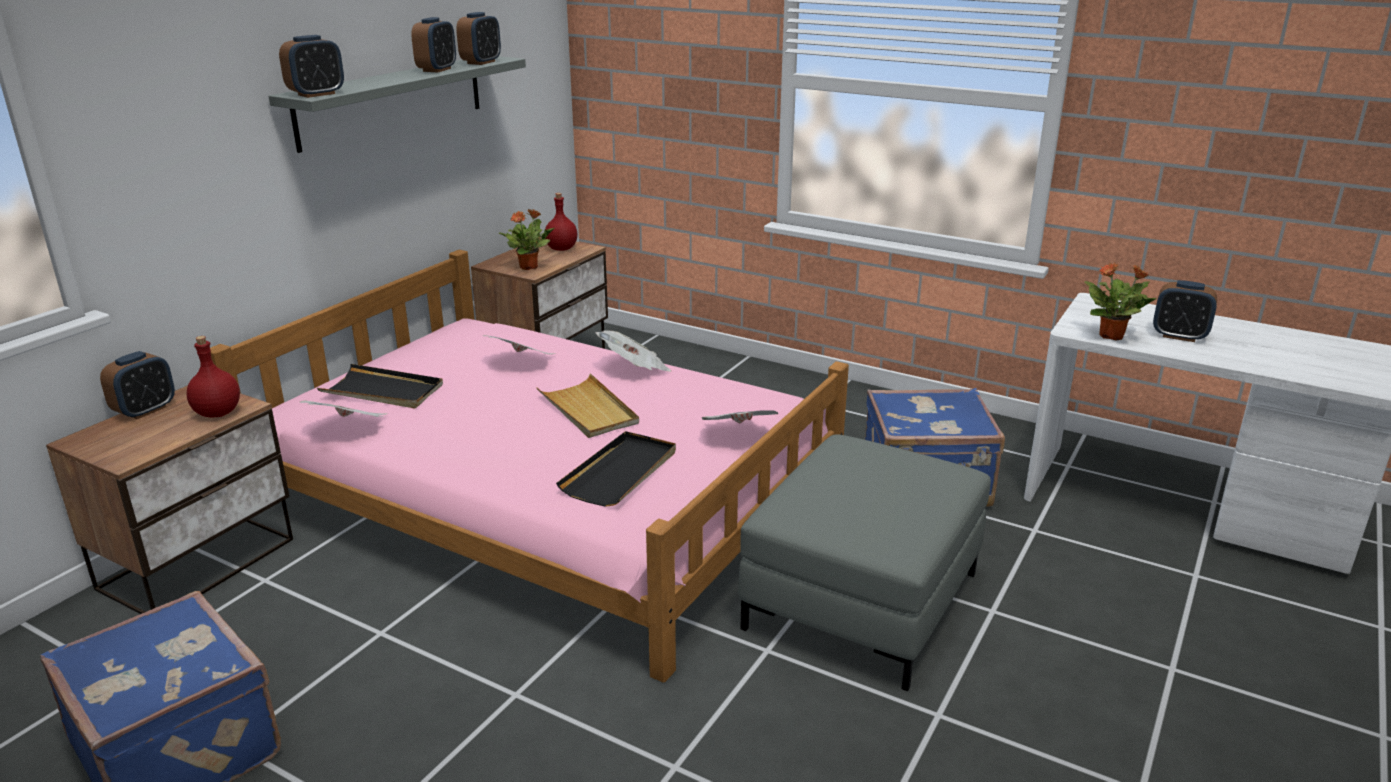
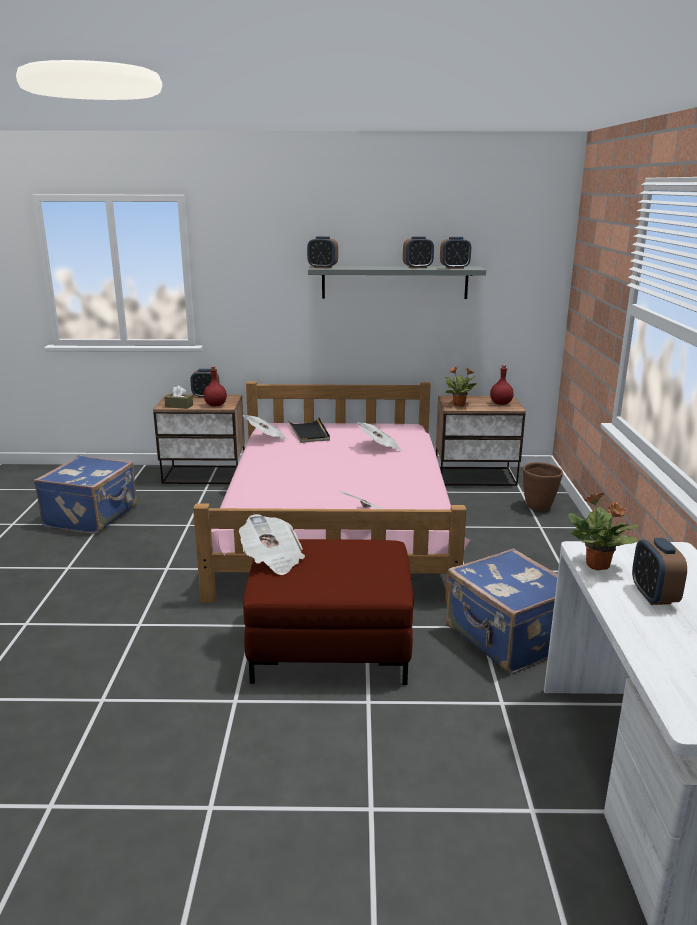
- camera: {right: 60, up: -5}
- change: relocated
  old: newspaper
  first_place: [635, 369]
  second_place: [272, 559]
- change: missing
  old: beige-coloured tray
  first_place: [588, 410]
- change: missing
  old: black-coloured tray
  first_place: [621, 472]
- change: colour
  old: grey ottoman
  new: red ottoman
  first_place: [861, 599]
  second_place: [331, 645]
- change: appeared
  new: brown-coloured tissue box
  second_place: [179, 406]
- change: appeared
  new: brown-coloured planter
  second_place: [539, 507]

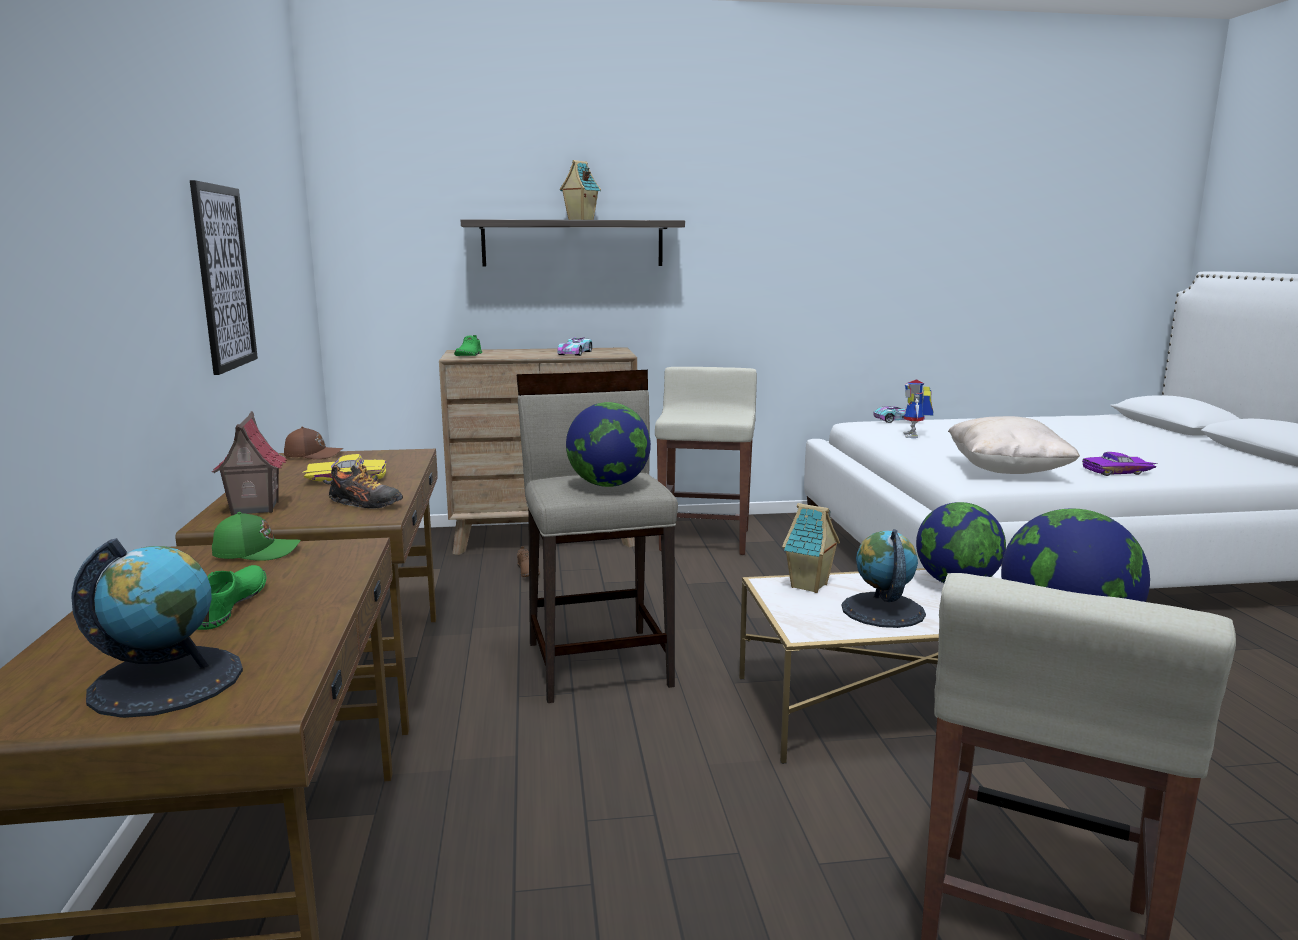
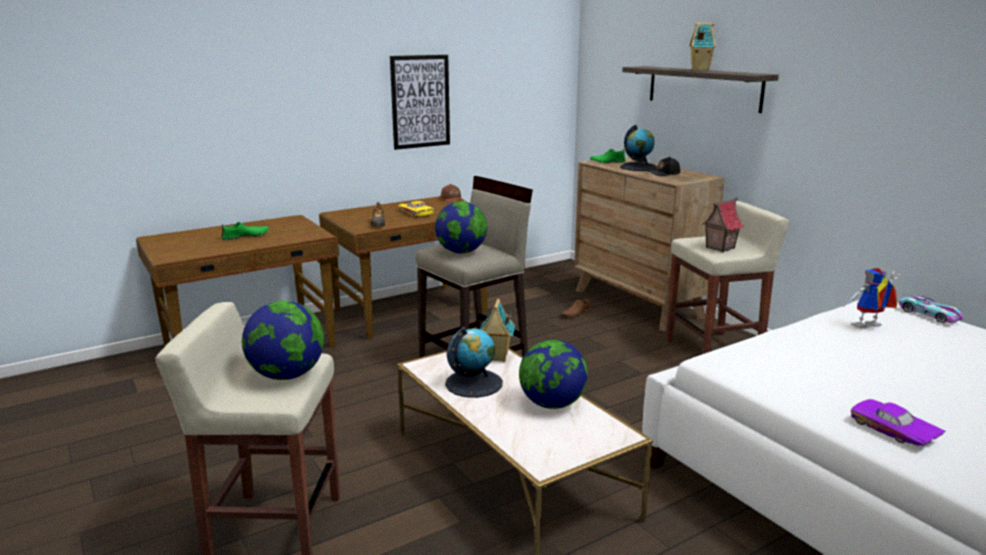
- camera: {right: 65, up: 5}
- change: exchanged
  old: model car
  new: black-coloured peaked cap
  first_place: [575, 353]
  second_place: [664, 174]
- change: relocated
  old: toy house
  first_place: [254, 508]
  second_place: [719, 248]
- change: missing
  old: beige-coloured throw pillow
  first_place: [1007, 471]
- change: missing
  old: greenish peaked cap
  first_place: [256, 552]
- change: relocated
  old: globe
  first_place: [167, 681]
  second_place: [639, 167]

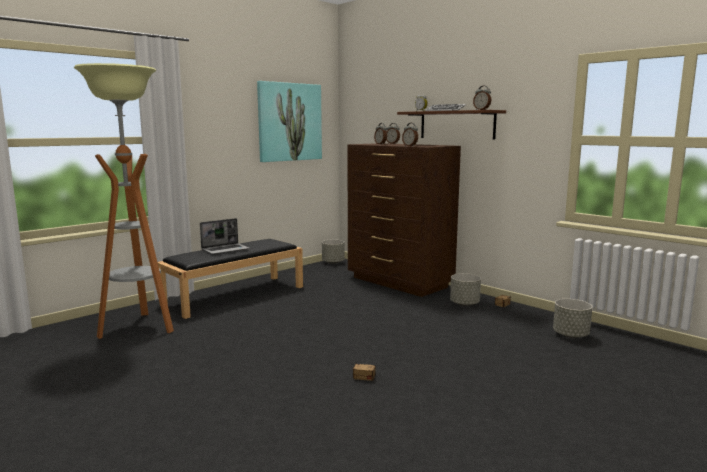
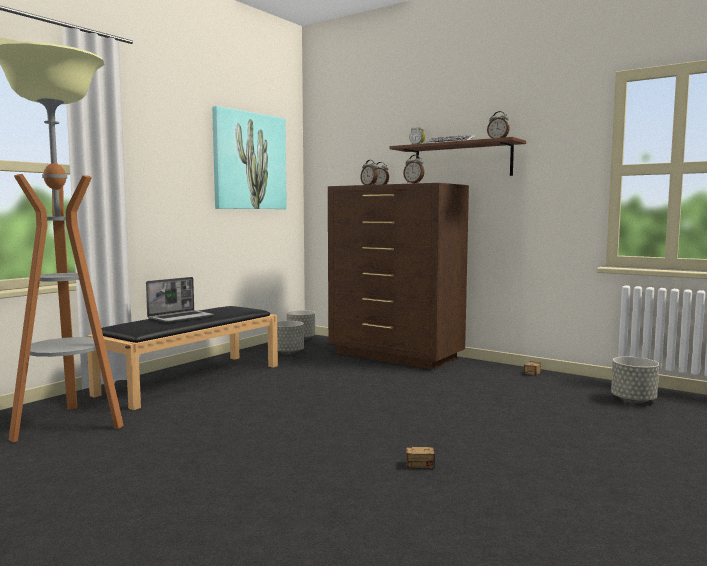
- camera: {right: -10, up: -5}
- change: relocated
  old: grey planter
  first_place: [464, 304]
  second_place: [288, 352]

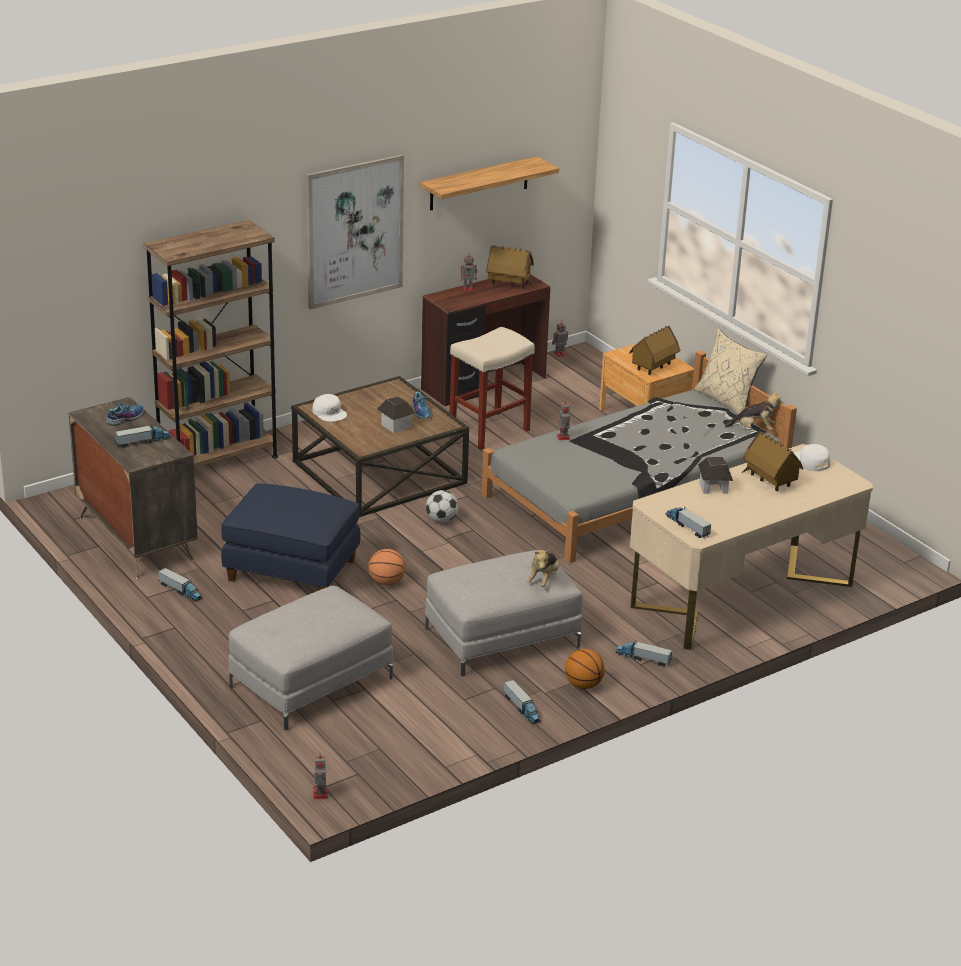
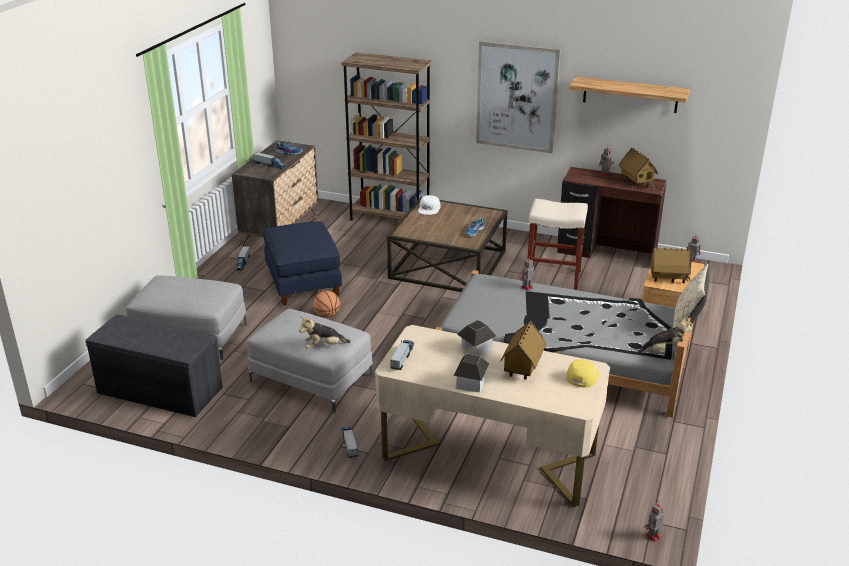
- camera: {right: 55, up: 0}
- change: spun
  old: plush toy
  first_place: [754, 429]
  second_place: [664, 353]
  degrees: -60
- change: relocated
  old: toy house
  first_place: [396, 425]
  second_place: [470, 383]
- change: colour
  old: whitish peaked cap
  new: yellowish peaked cap
  first_place: [810, 461]
  second_place: [582, 376]
- change: missing
  old: ball for football
  first_place: [441, 520]
- change: missing
  old: basketball
  first_place: [583, 685]
- change: missing
  old: toy lorry
  first_place: [522, 708]
- change: relocated
  old: robot figure
  first_place: [320, 795]
  second_place: [652, 536]
- change: appeared
  new: grey bench
  second_place: [158, 390]

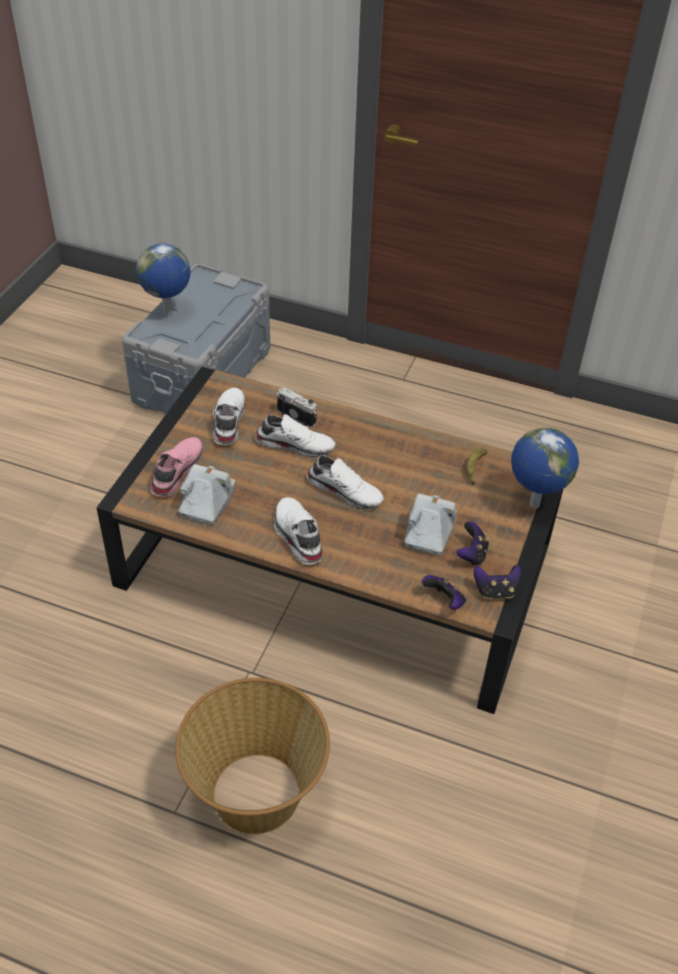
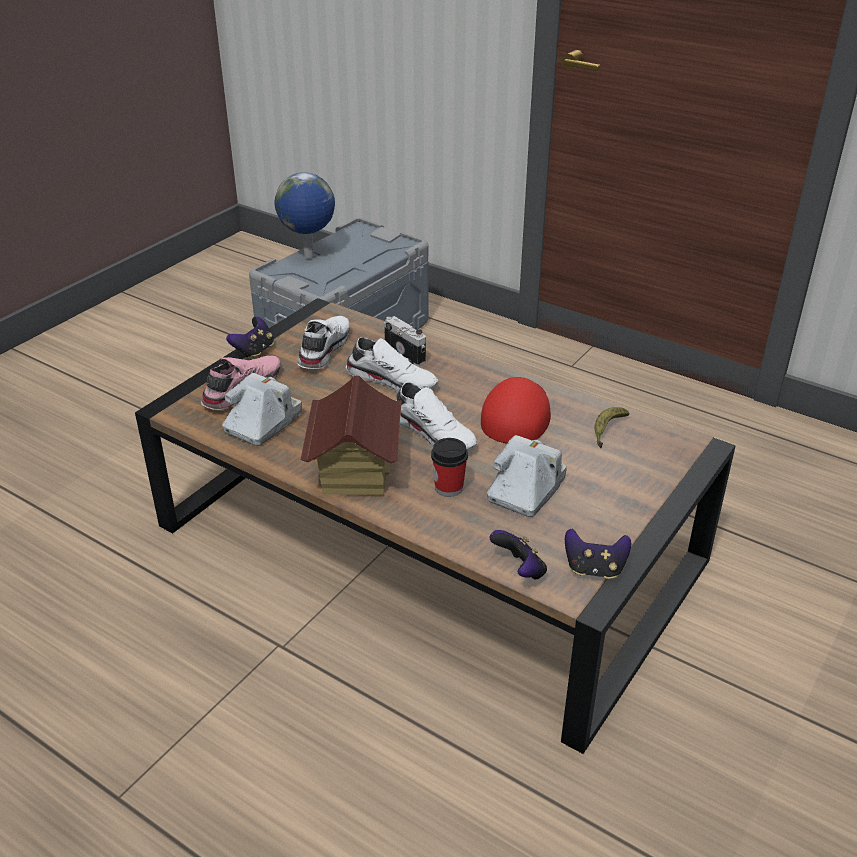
- camera: {right: 15, up: -10}
- change: missing
  old: globe
  first_place: [533, 505]
- change: exchanged
  old: whitish item of footwear
  new: toy house
  first_place: [296, 536]
  second_place: [354, 472]
- change: relocated
  old: joypad
  first_place: [472, 554]
  second_place: [254, 351]
- change: missing
  old: storage basket
  first_place: [256, 795]
- change: appeared
  new: red peaked cap
  second_place: [517, 414]
- change: appeared
  new: cup
  second_place: [449, 488]

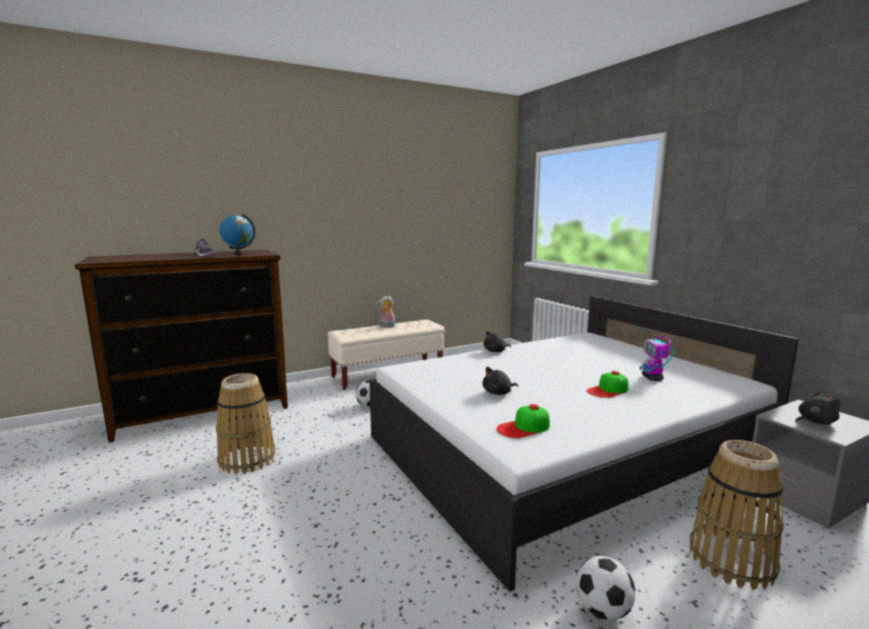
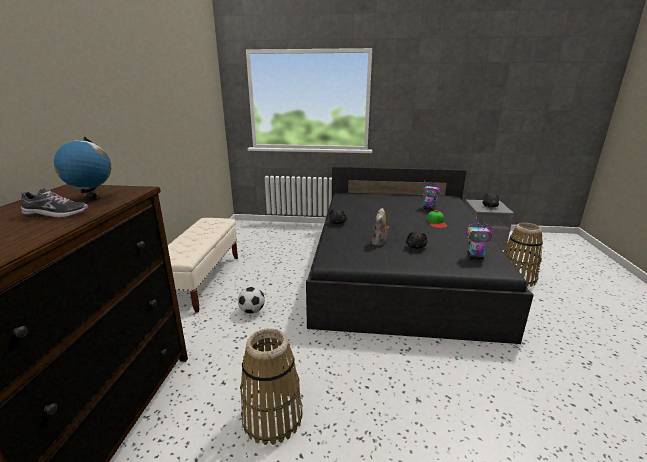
- camera: {right: -55, up: 10}
- change: colour
  old: whitish bed
  new: black-coloured bed
  first_place: [561, 449]
  second_place: [398, 270]
- change: relocated
  old: plush toy
  first_place: [386, 327]
  second_place: [379, 242]
- change: exchanged
  old: peaked cap
  new: robot figure
  first_place: [523, 427]
  second_place: [475, 258]
- change: missing
  old: ball for football
  first_place: [603, 611]

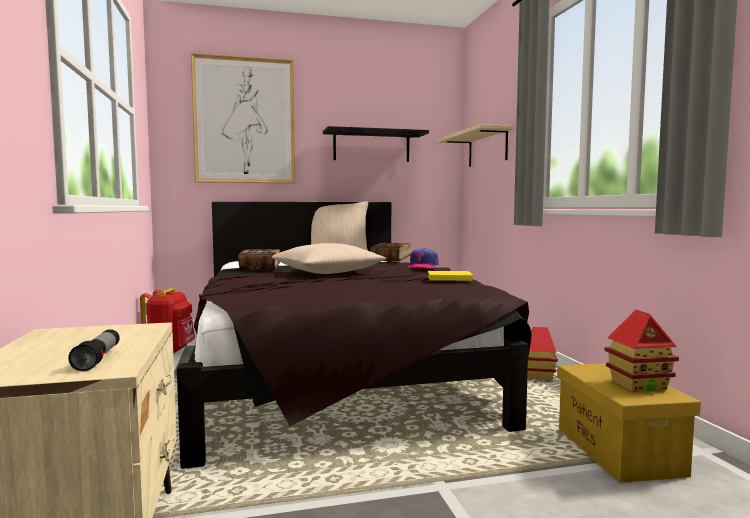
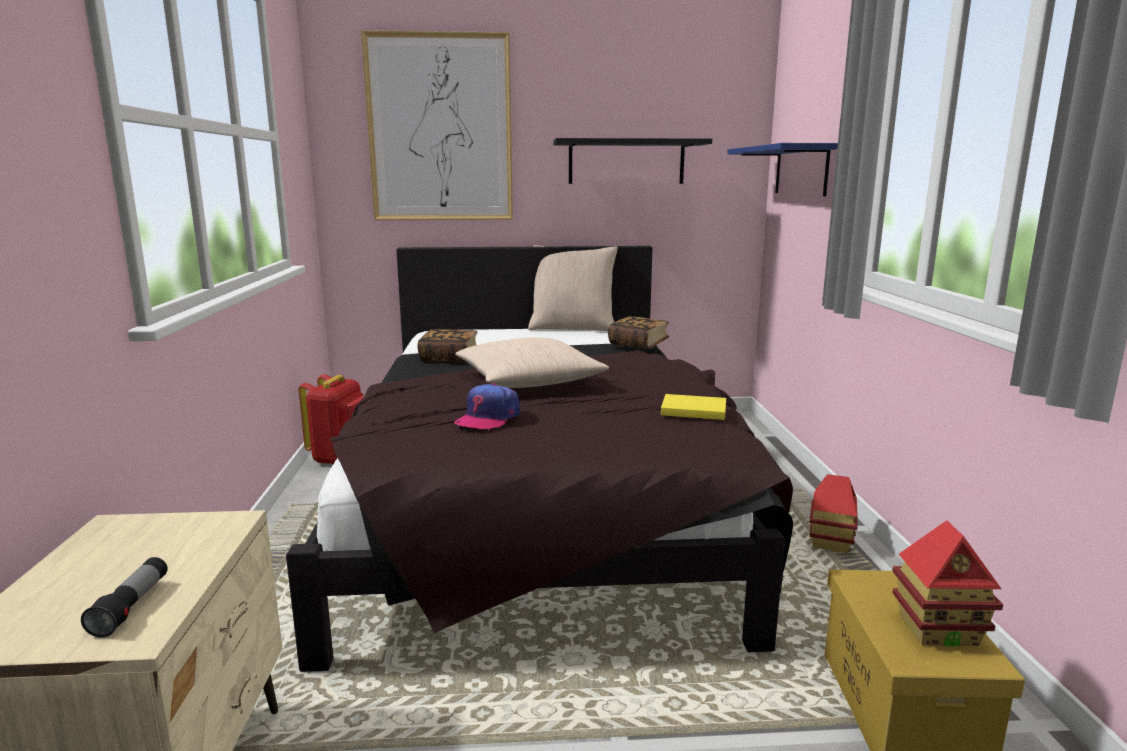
- camera: {right: 10, up: 10}
- change: colour
  old: beige-coloured shelf
  new: bluish shelf
  first_place: [487, 148]
  second_place: [801, 170]
- change: relocated
  old: peaked cap
  first_place: [422, 266]
  second_place: [488, 418]

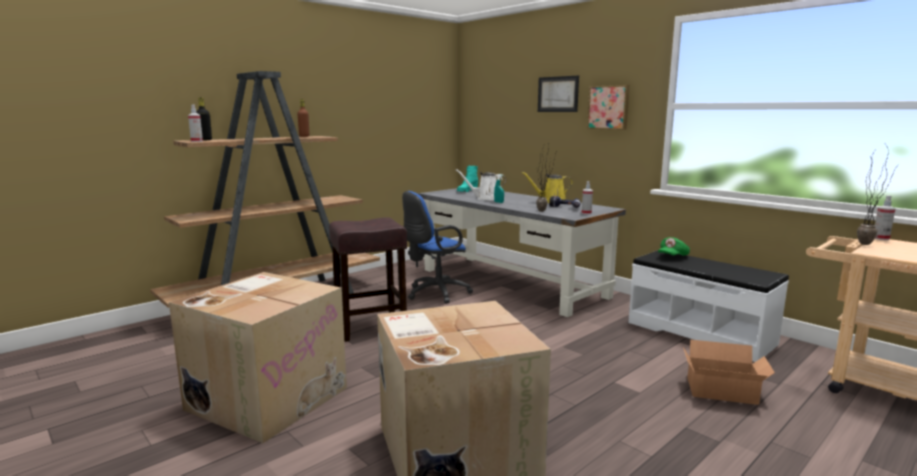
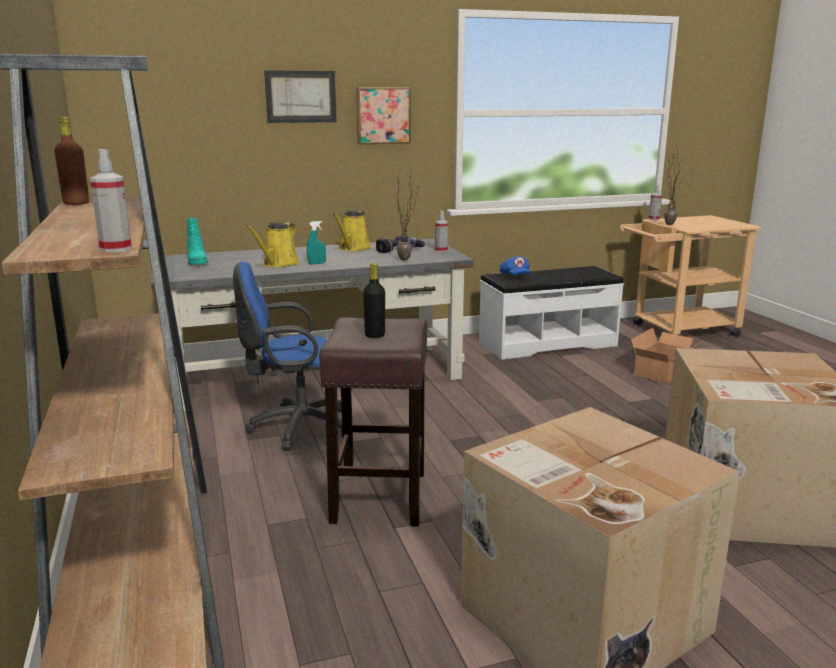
- camera: {right: -65, up: 5}
- change: relocated
  old: black-coloured drink bottle
  first_place: [205, 140]
  second_place: [375, 335]
- change: colour
  old: whitish watering pot
  new: yellowish watering pot
  first_place: [485, 199]
  second_place: [278, 264]
- change: spun
  old: bluish office chair
  first_place: [434, 293]
  second_place: [295, 427]
  degrees: 90
- change: colour
  old: greenish peaked cap
  new: bluish peaked cap
  first_place: [672, 256]
  second_place: [514, 276]

